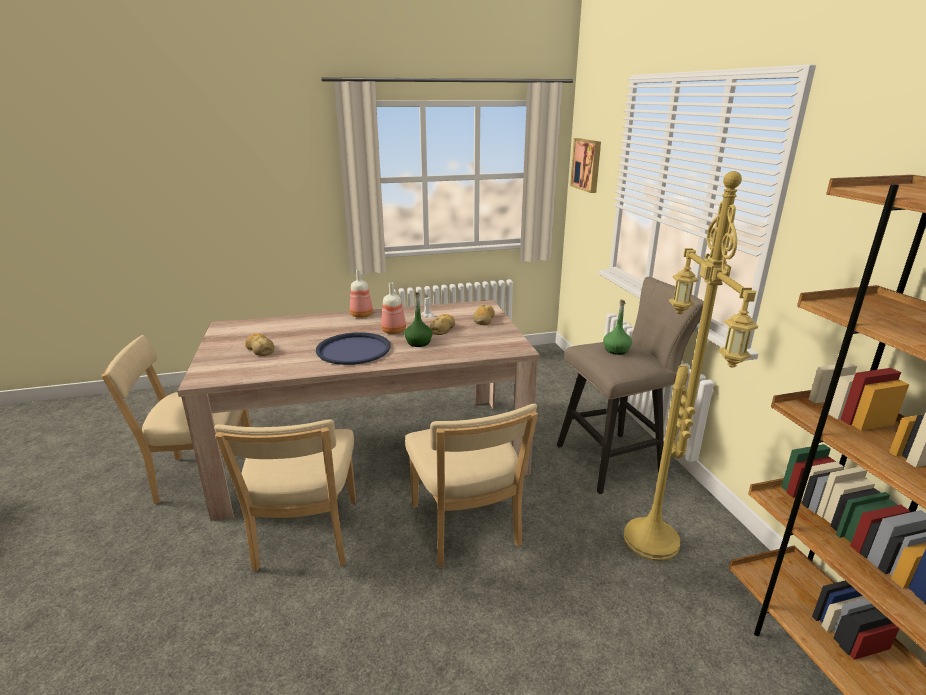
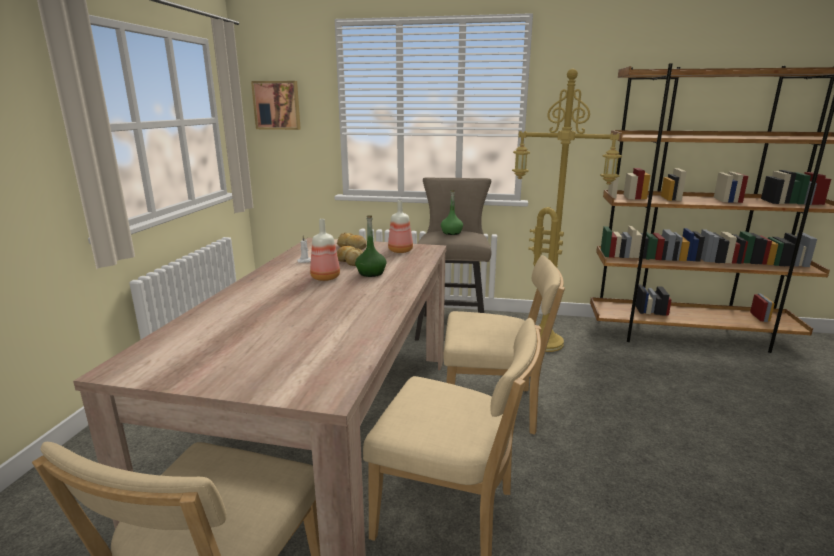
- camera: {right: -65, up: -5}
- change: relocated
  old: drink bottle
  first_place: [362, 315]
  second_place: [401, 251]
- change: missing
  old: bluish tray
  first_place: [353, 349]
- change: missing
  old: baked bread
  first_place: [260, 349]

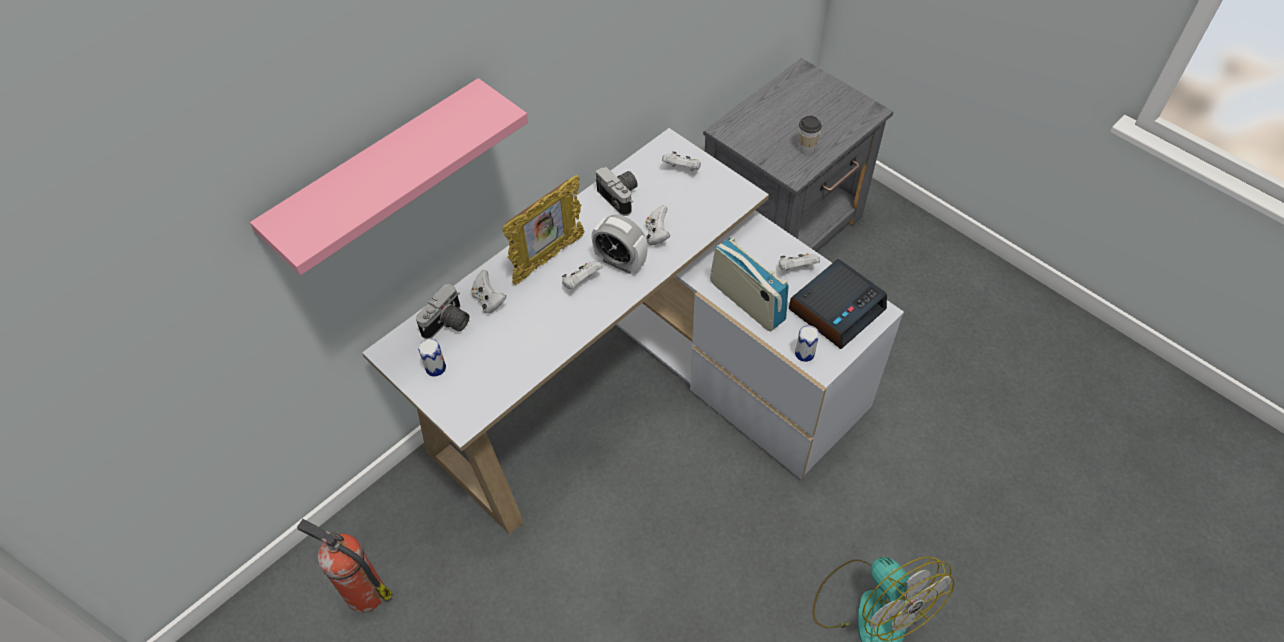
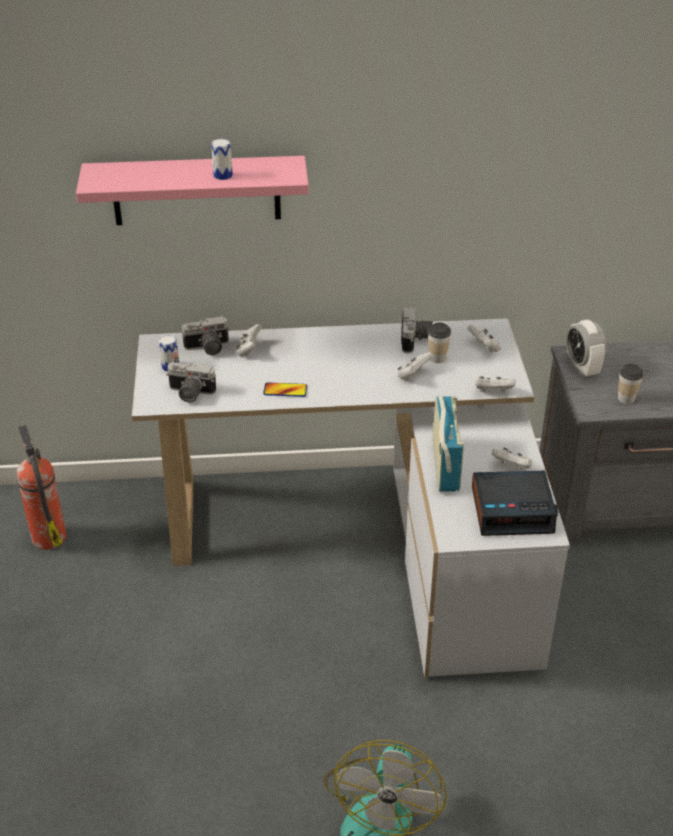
- camera: {right: 40, up: -15}
- change: missing
  old: picture frame
  first_place: [548, 259]
- change: relocated
  old: table clock
  first_place: [620, 262]
  second_place: [582, 367]
- change: relocated
  old: whitish joypad
  first_place: [581, 282]
  second_place: [493, 392]
- change: relocated
  old: metal can
  first_place: [804, 353]
  second_place: [223, 175]
- change: appeared
  new: cup
  second_place: [437, 358]
- change: appeared
  new: still camera
  second_place: [190, 394]
- change: appeared
  new: phone
  second_place: [285, 390]

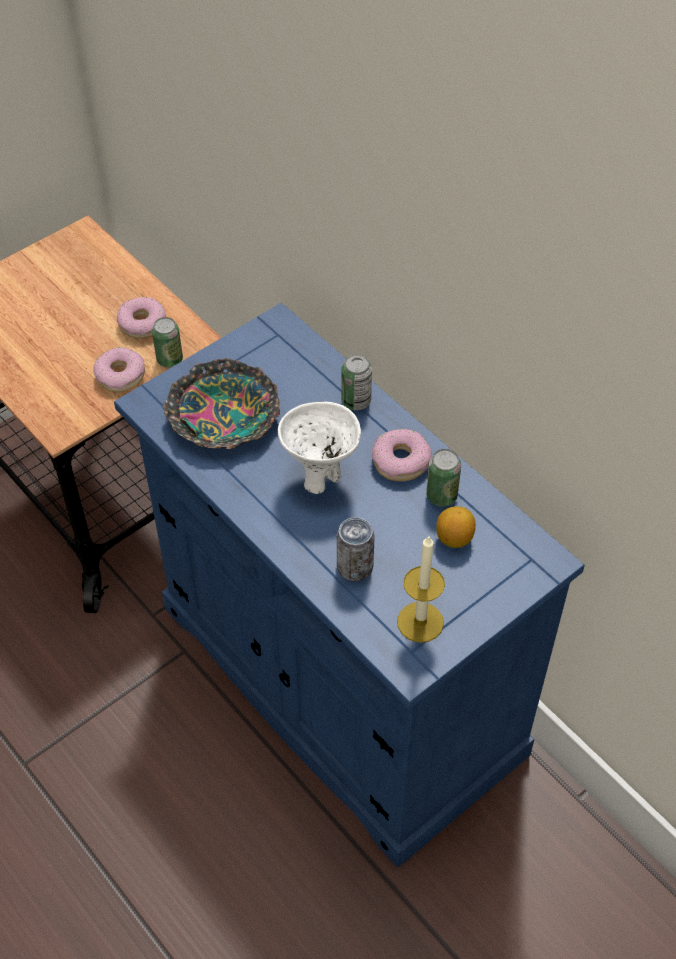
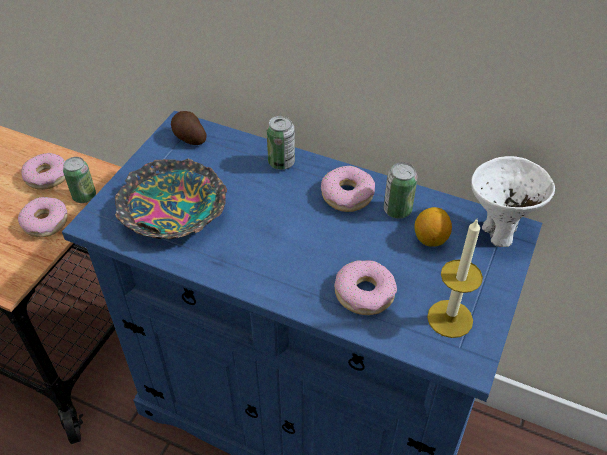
- camera: {right: -25, up: -5}
- change: relocated
  old: whitish bowl
  first_place: [320, 477]
  second_place: [499, 232]
- change: exchanged
  old: metal can
  new: ring doughnut
  first_place: [355, 567]
  second_place: [364, 293]
- change: appeared
  new: potato
  second_place: [189, 138]

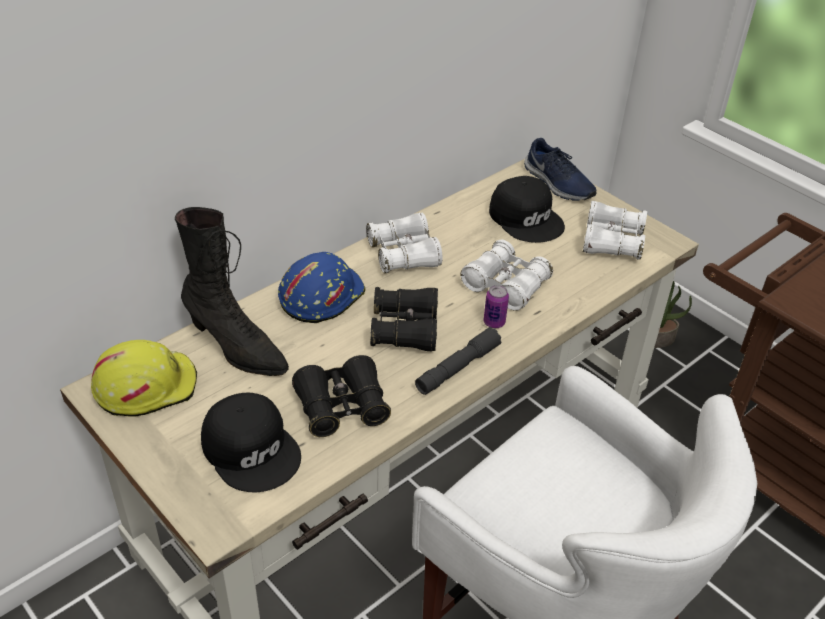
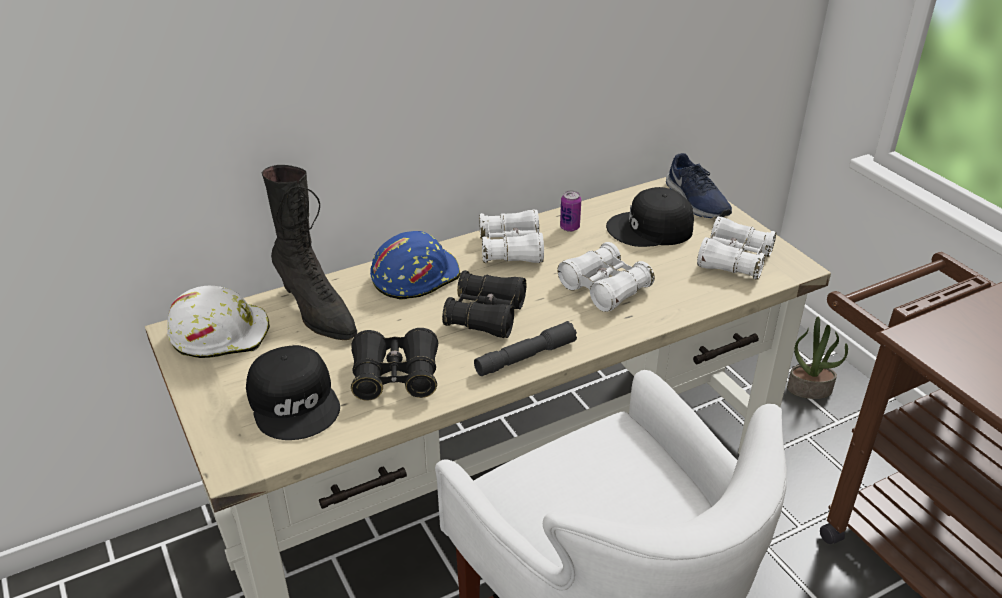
- camera: {right: 15, up: -5}
- change: spun
  old: black-coloured peaked cap
  first_place: [527, 218]
  second_place: [651, 229]
  degrees: 105
- change: relocated
  old: metal can
  first_place: [494, 322]
  second_place: [569, 227]
- change: colour
  old: yellowish work helmet
  new: whitish work helmet
  first_place: [146, 386]
  second_place: [220, 334]

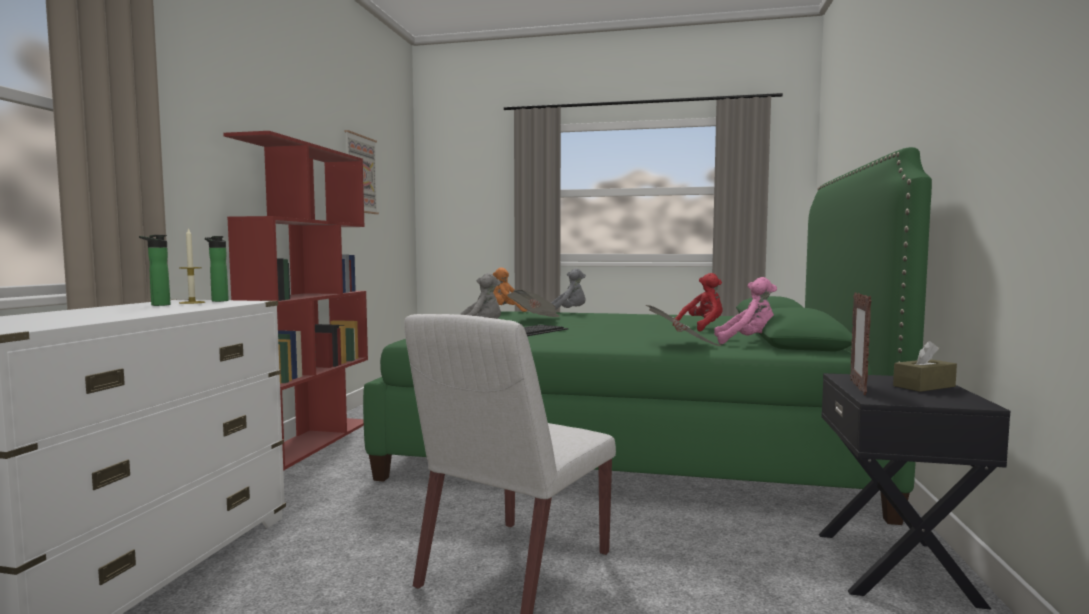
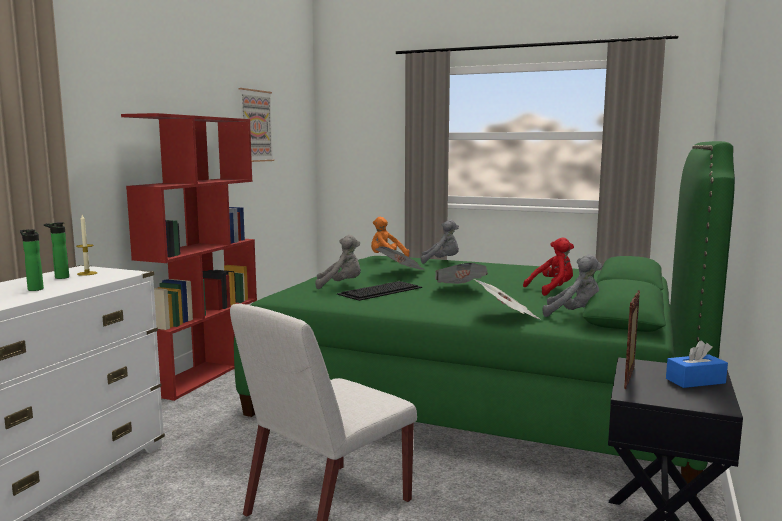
- camera: {right: 10, up: 5}
- change: relocated
  old: drink bottle
  first_place: [218, 301]
  second_place: [34, 289]
- change: colour
  old: pinkish plush toy
  new: grey plush toy
  first_place: [748, 342]
  second_place: [574, 314]
- change: colour
  old: brown-coloured tissue box
  new: bluish tissue box
  first_place: [924, 386]
  second_place: [695, 381]
- change: appeared
  new: newspaper
  second_place: [460, 289]

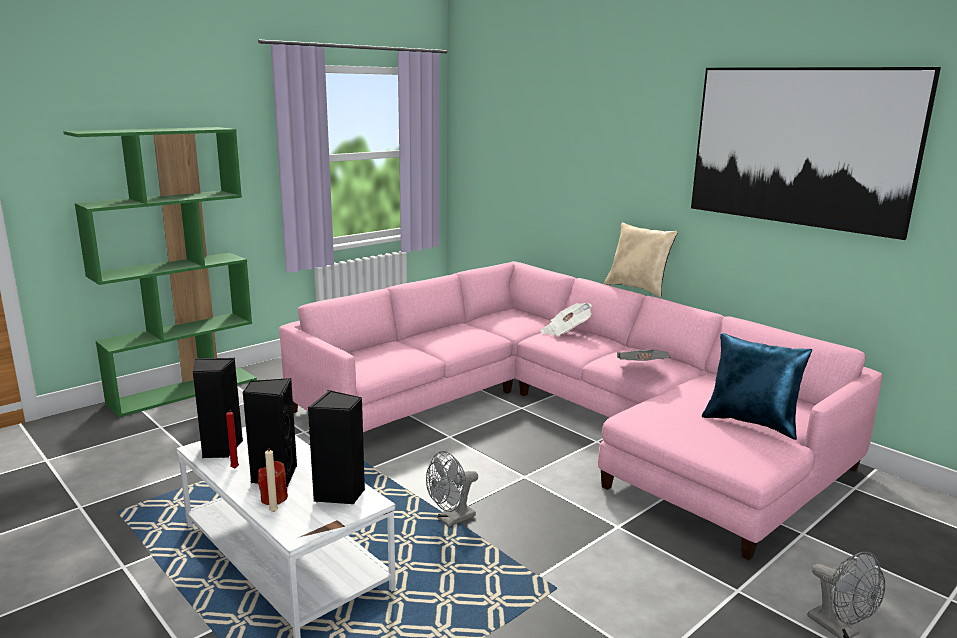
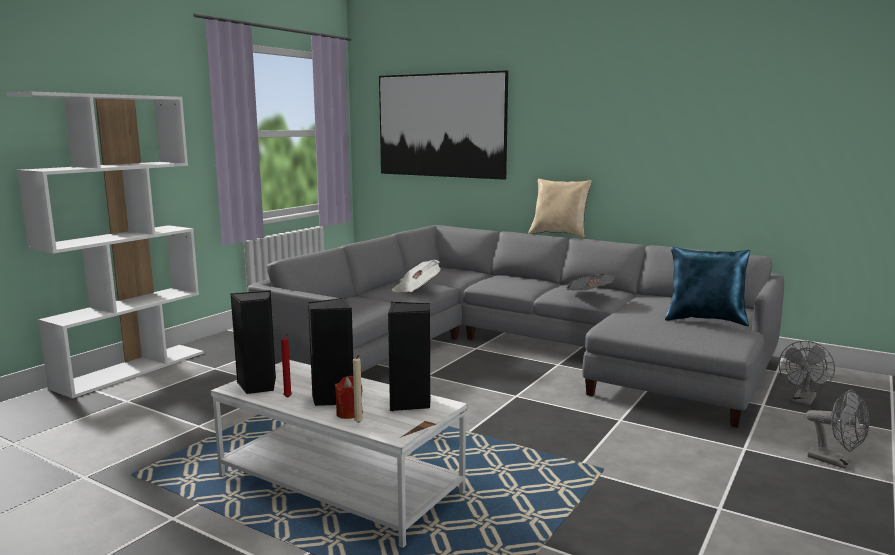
- camera: {right: -15, up: -5}
- change: relocated
  old: picture
  first_place: [799, 147]
  second_place: [441, 125]
- change: colour
  old: greenish bookcase
  new: whitish bookcase
  first_place: [184, 391]
  second_place: [131, 369]
- change: colour
  old: pinkish sofa
  new: grey sofa
  first_place: [566, 417]
  second_place: [519, 350]
- change: relocated
  old: newspaper
  first_place: [565, 332]
  second_place: [416, 289]
- change: relocated
  old: grey fan
  first_place: [451, 520]
  second_place: [803, 401]

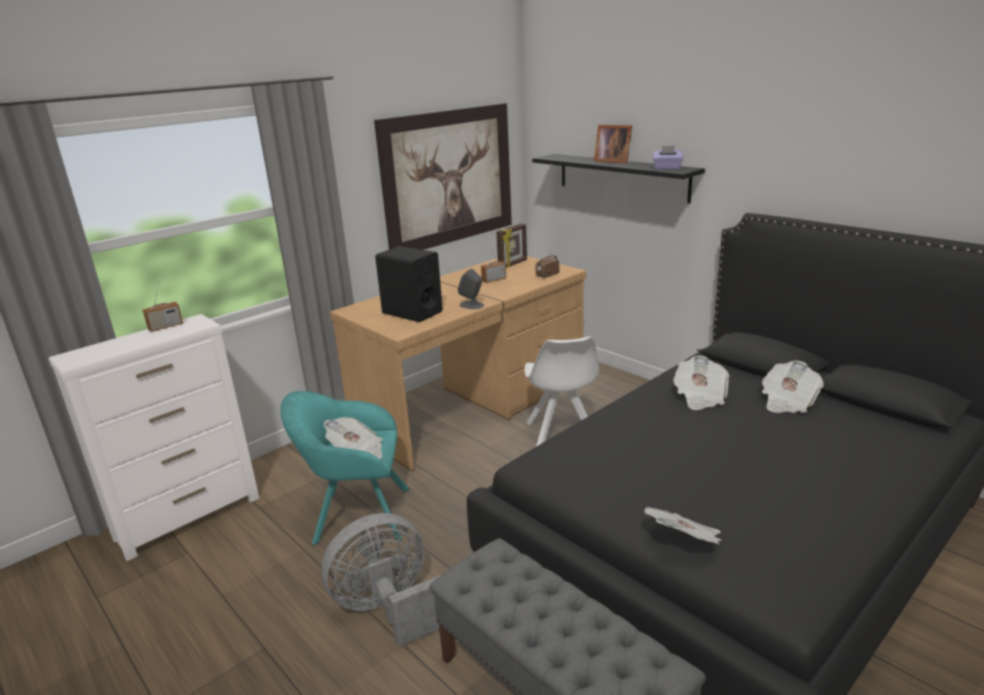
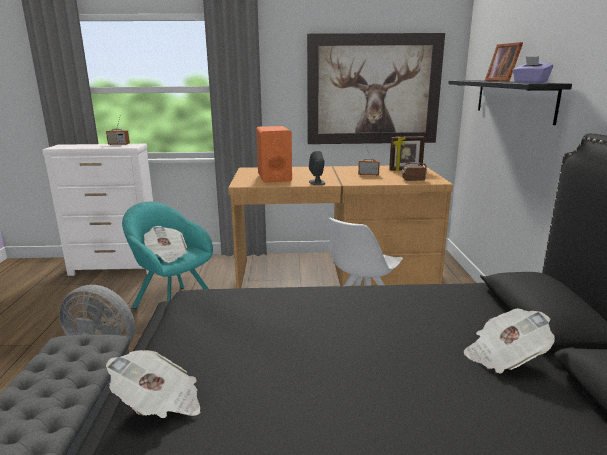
- camera: {right: 40, up: -5}
- change: colour
  old: black-coloured loudspeaker
  new: orange-coloured loudspeaker
  first_place: [412, 312]
  second_place: [274, 177]
- change: missing
  old: newspaper
  first_place: [699, 397]

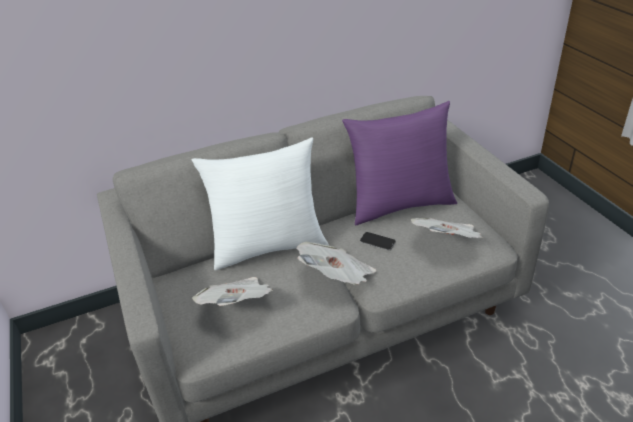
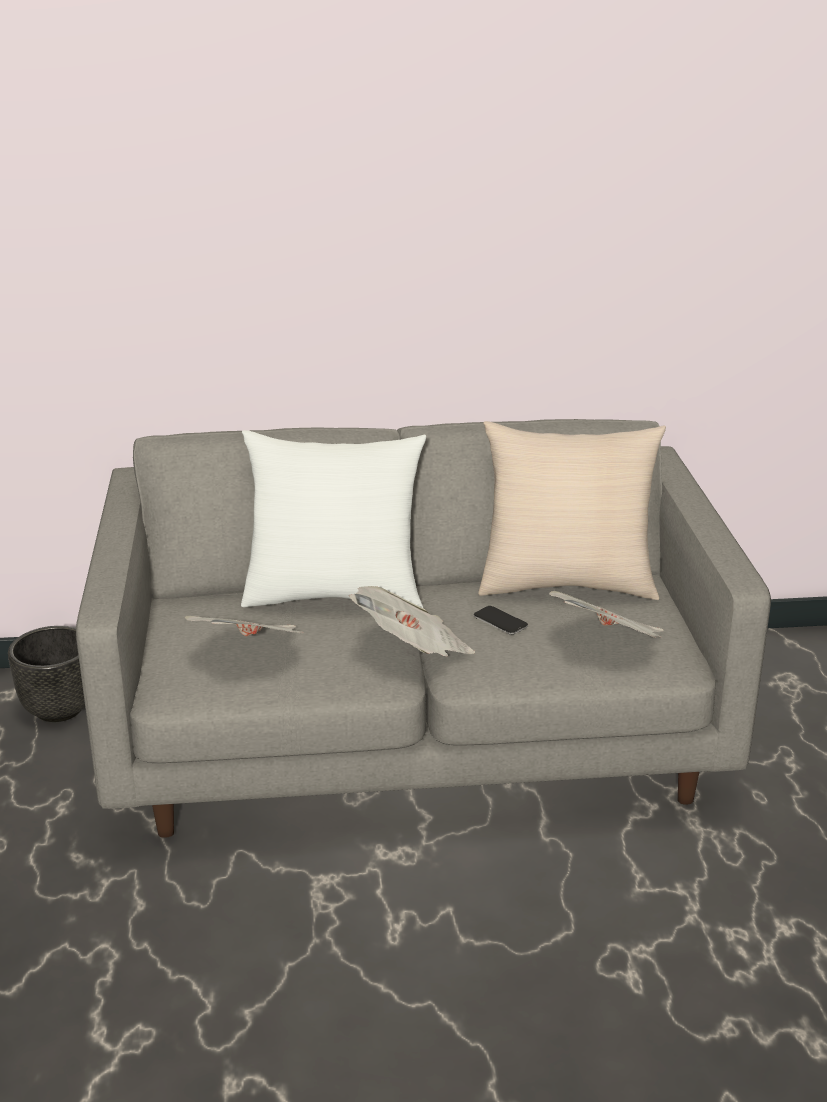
- camera: {right: 15, up: -10}
- change: colour
  old: purple throw pillow
  new: beige-coloured throw pillow
  first_place: [400, 204]
  second_place: [566, 584]
- change: appeared
  new: black-coloured planter
  second_place: [59, 709]

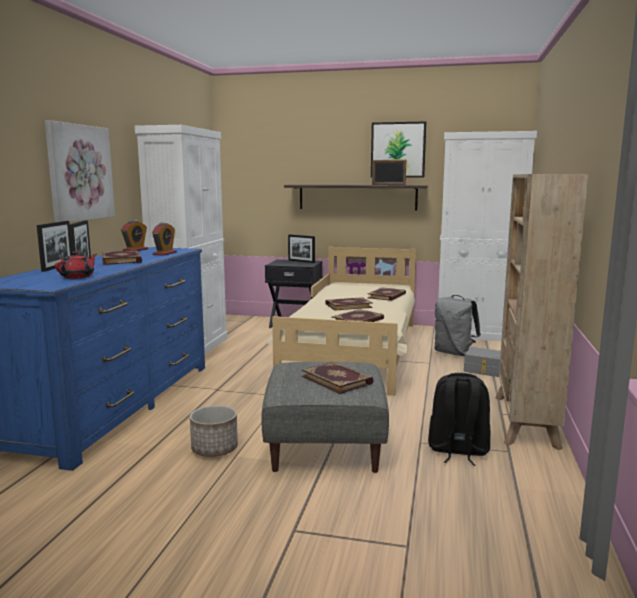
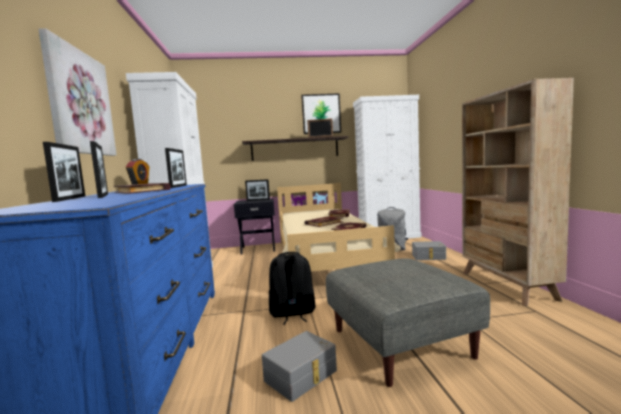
- camera: {right: -20, up: -5}
- change: exchanged
  old: table clock
  new: picture frame
  first_place: [165, 253]
  second_place: [178, 186]
- change: missing
  old: red pot for tea
  first_place: [78, 277]
- change: missing
  old: volume
  first_place: [337, 380]
- change: relocated
  old: black-coloured backpack
  first_place: [457, 451]
  second_place: [292, 313]
- change: exchanged
  old: planter
  new: grey storage box
  first_place: [215, 449]
  second_place: [302, 376]

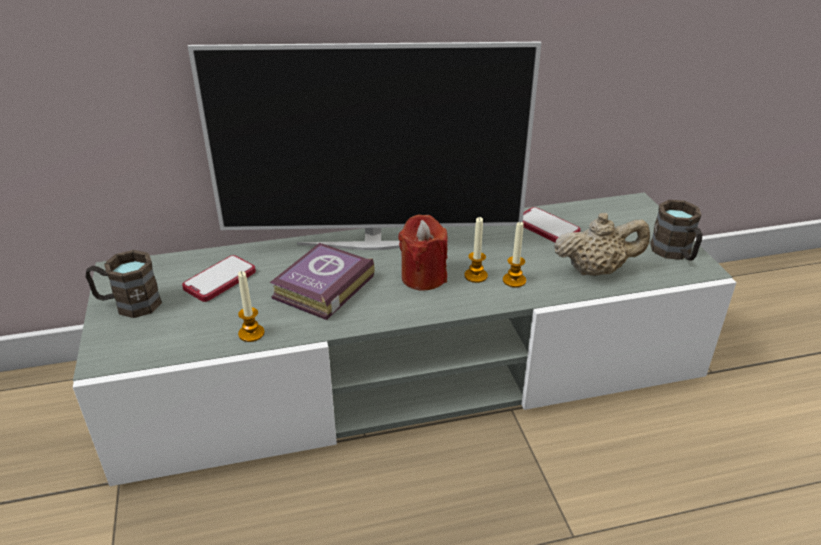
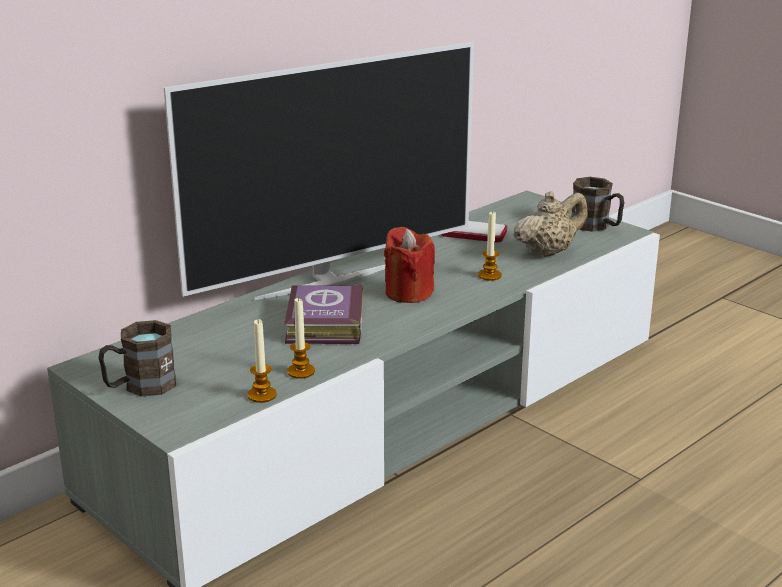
- camera: {right: -30, up: -10}
- change: relocated
  old: candle
  first_place: [475, 276]
  second_place: [262, 395]
- change: missing
  old: phone
  first_place: [220, 280]

